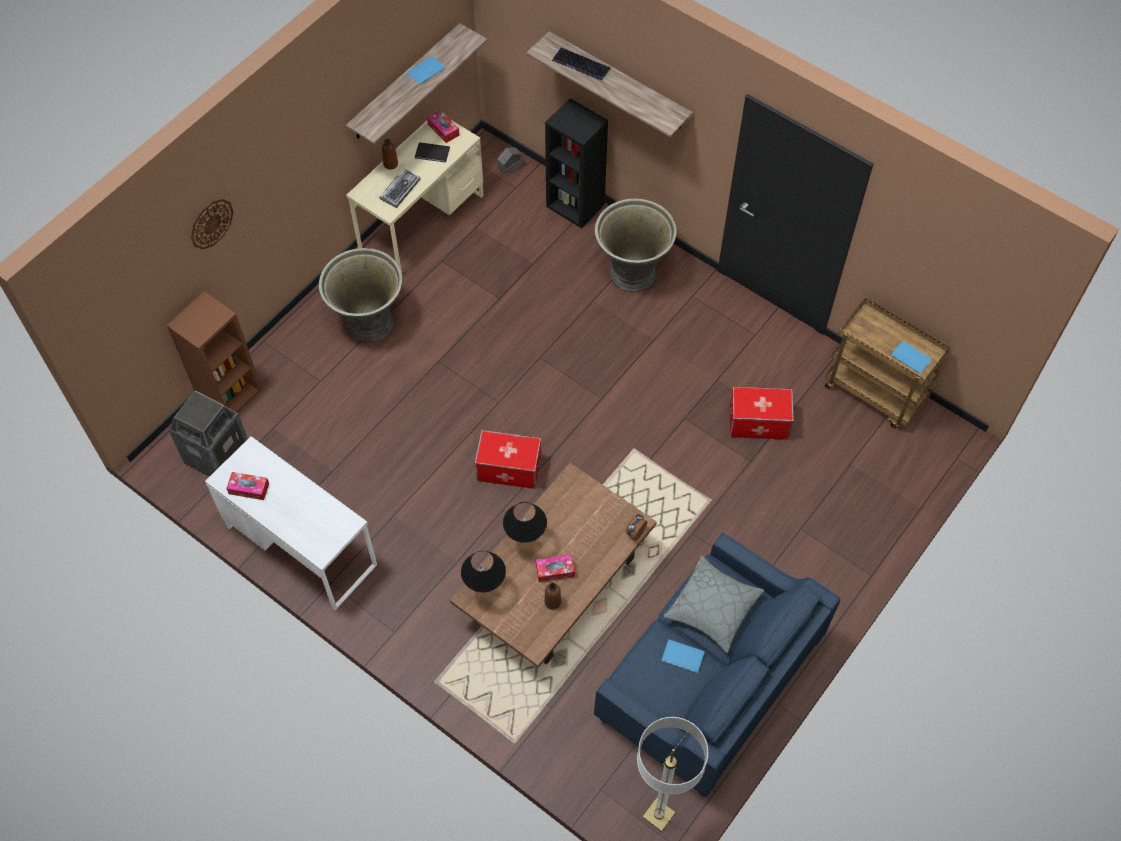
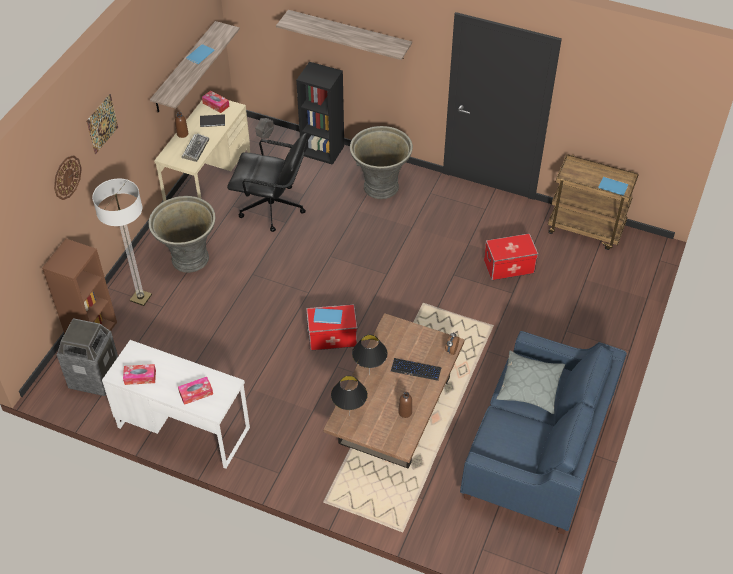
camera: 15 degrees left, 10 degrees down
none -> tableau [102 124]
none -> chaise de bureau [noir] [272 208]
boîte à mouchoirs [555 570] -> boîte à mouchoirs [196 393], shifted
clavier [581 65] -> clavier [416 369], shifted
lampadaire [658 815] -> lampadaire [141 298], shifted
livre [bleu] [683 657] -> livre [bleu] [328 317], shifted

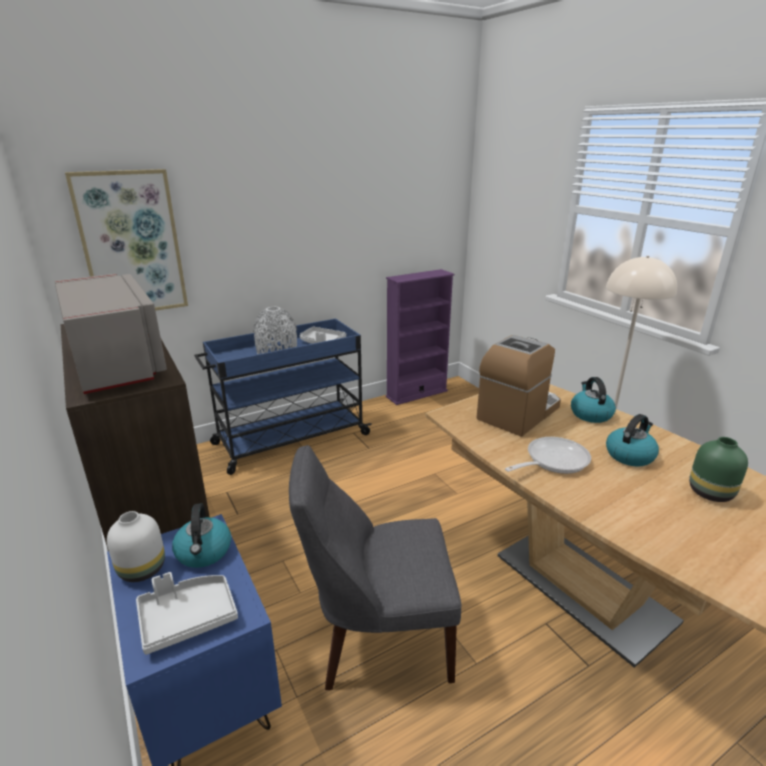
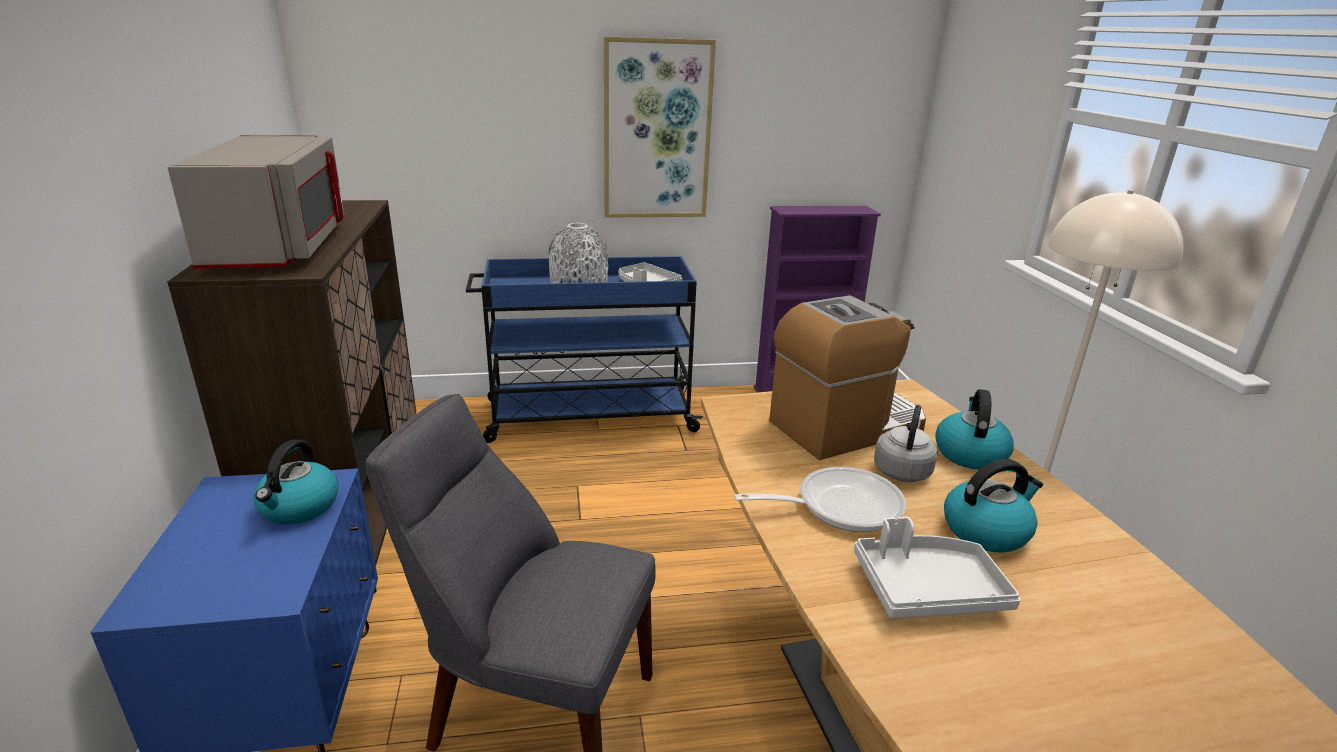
camera: 20 degrees right, 0 degrees up
vase [blanc] [143 569] -> none
vase [vert] [709 492] -> none
none -> bouilloire [gris] [902 470]
tableau [131 244] -> tableau [657 131], shifted
plateau [gris] [187 618] -> plateau [gris] [927 589], shifted

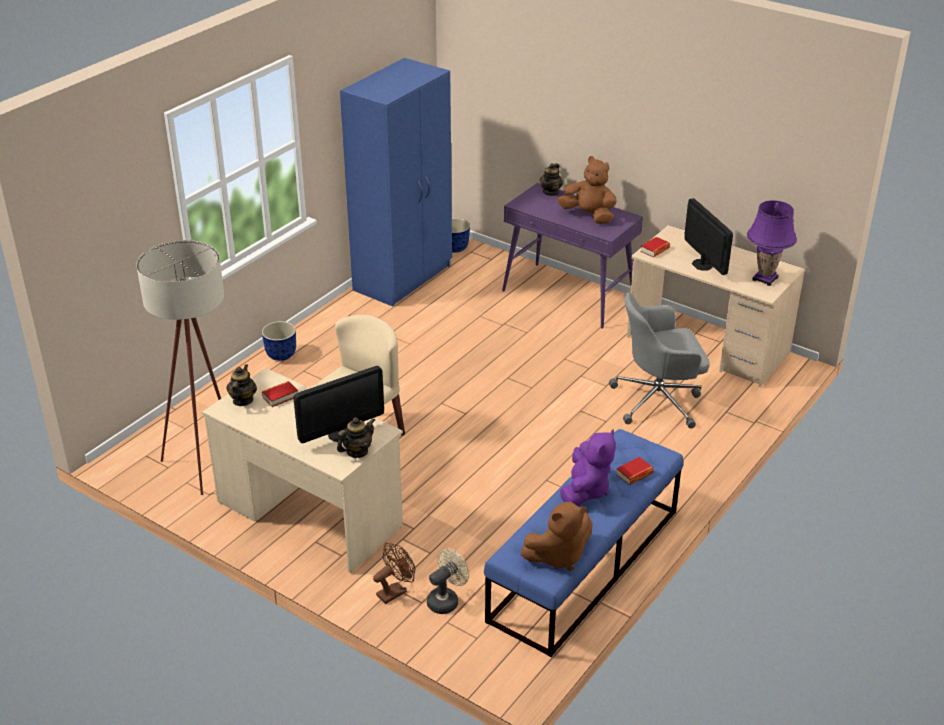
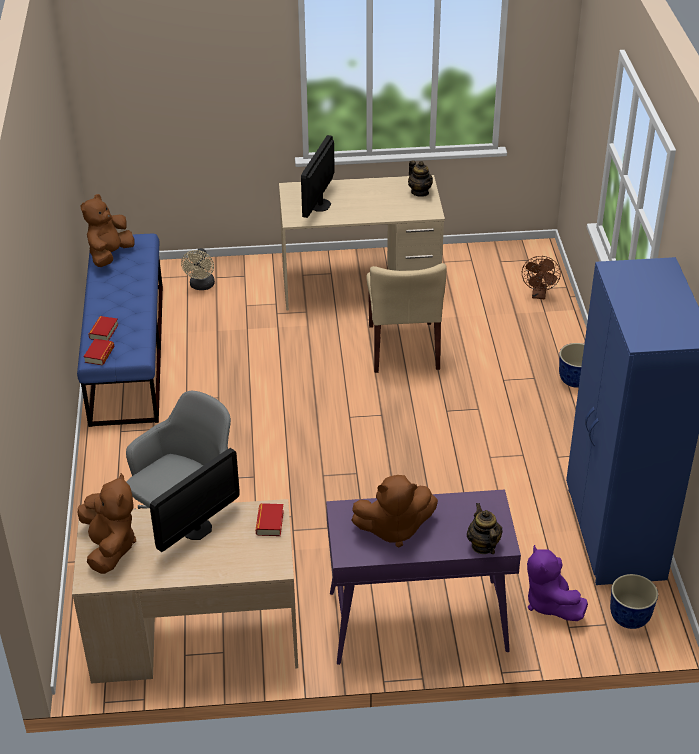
camera: 140 degrees right, 5 degrees up
lampadaire [beige] [208 463] -> none
théière [357 452] -> none
livre [280 396] -> livre [99 355], shifted
ventilateur [marron] [395 591] -> ventilateur [marron] [539 295], shifted
peluche [violet] [585 490] -> peluche [violet] [549 602], shifted
lampe de table [violet] [765 278] -> peluche [marron] [110 547]
écran d'ordinateur [702 265] -> écran d'ordinateur [197 529], 75 degrees counterclockwise

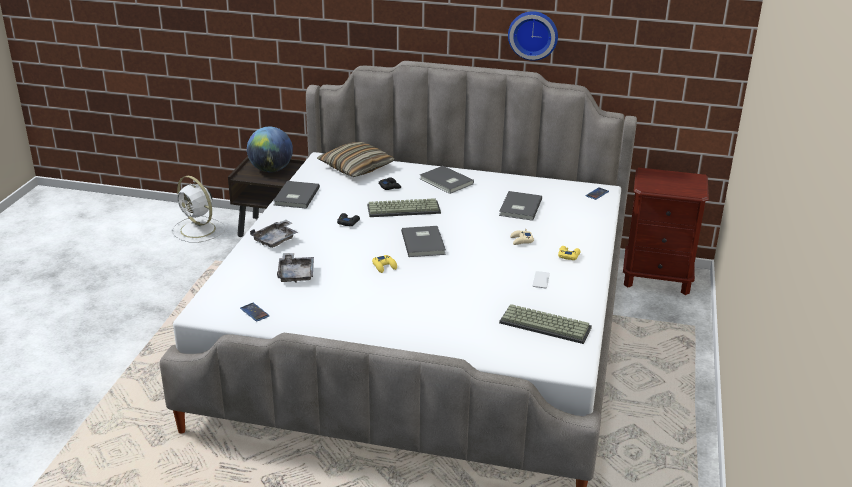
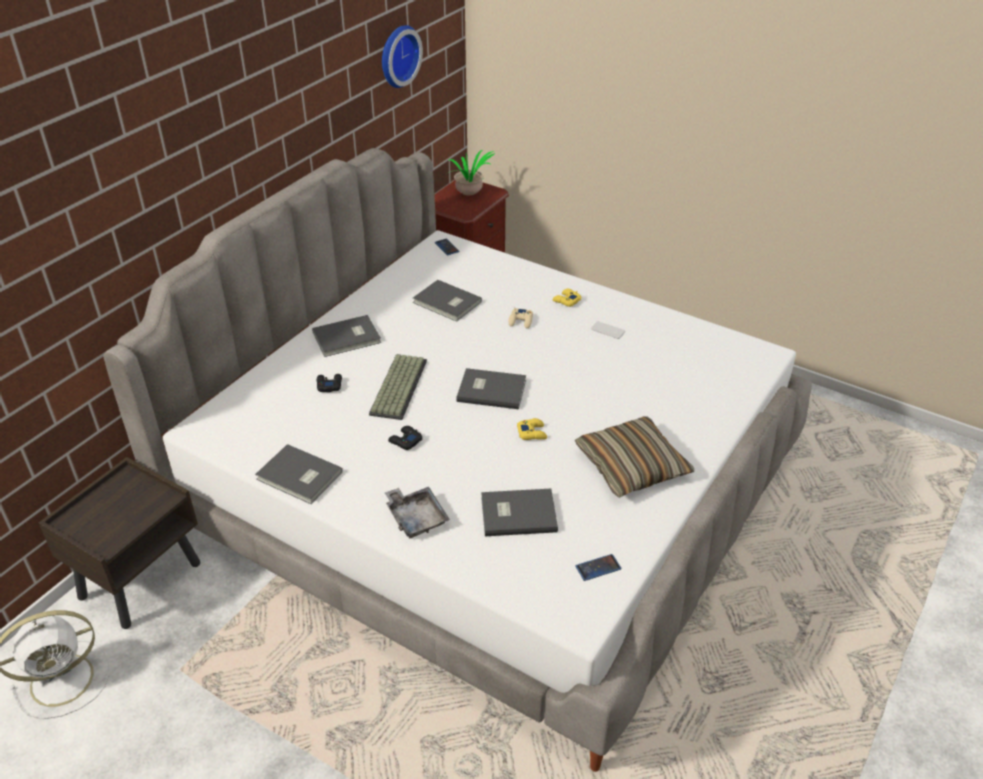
camera: 70 degrees left, 10 degrees up
globe [271 170] -> none
clavier [546 324] -> none
none -> plante en pot [471 195]
coussin [356 167] -> coussin [631 466], shifted
horloge murale [533 34] -> horloge murale [397 55], shifted
plateau [gris] [296 274] -> livre [gris] [517 513]

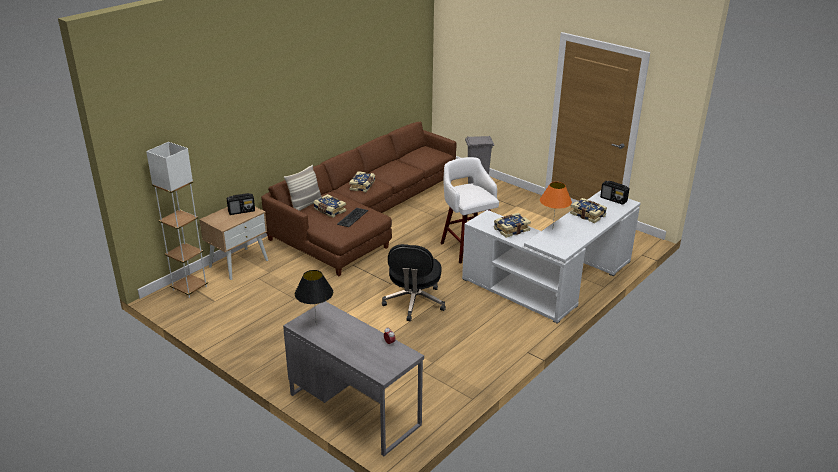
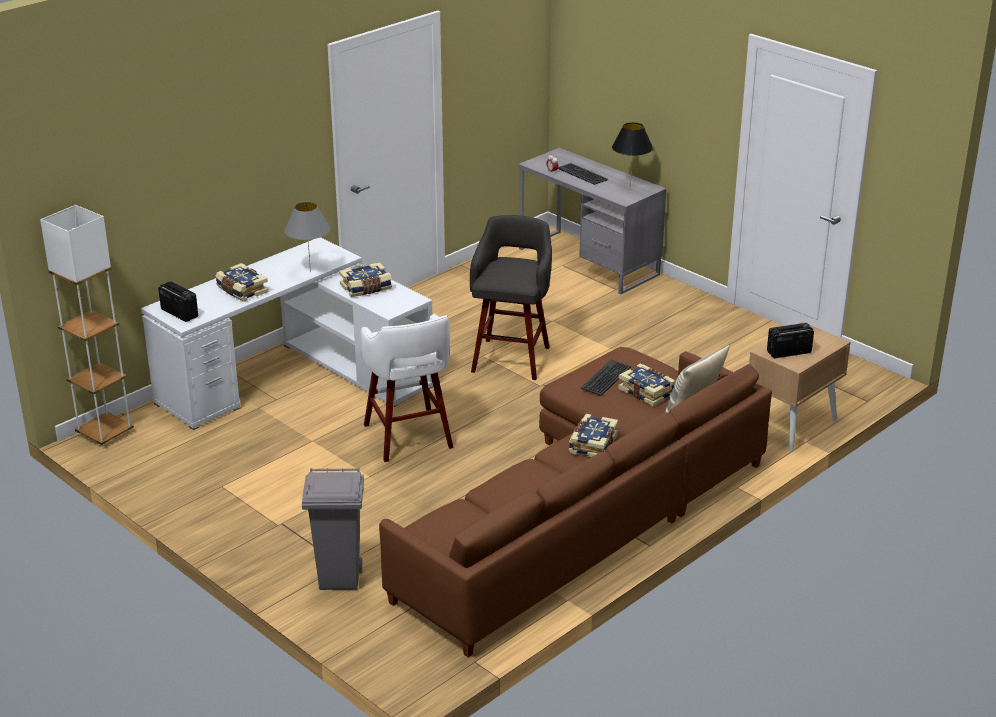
camera: 175 degrees left, 0 degrees up
none -> clavier [582 174]
lampadaire [blanc] [190 288] -> lampadaire [blanc] [105 434], shifted
chaise de bureau [noir] [414 303] -> tabouret [gris] [511 358]
lampe de table [orange] [552 229] -> lampe de table [gris] [310 272]

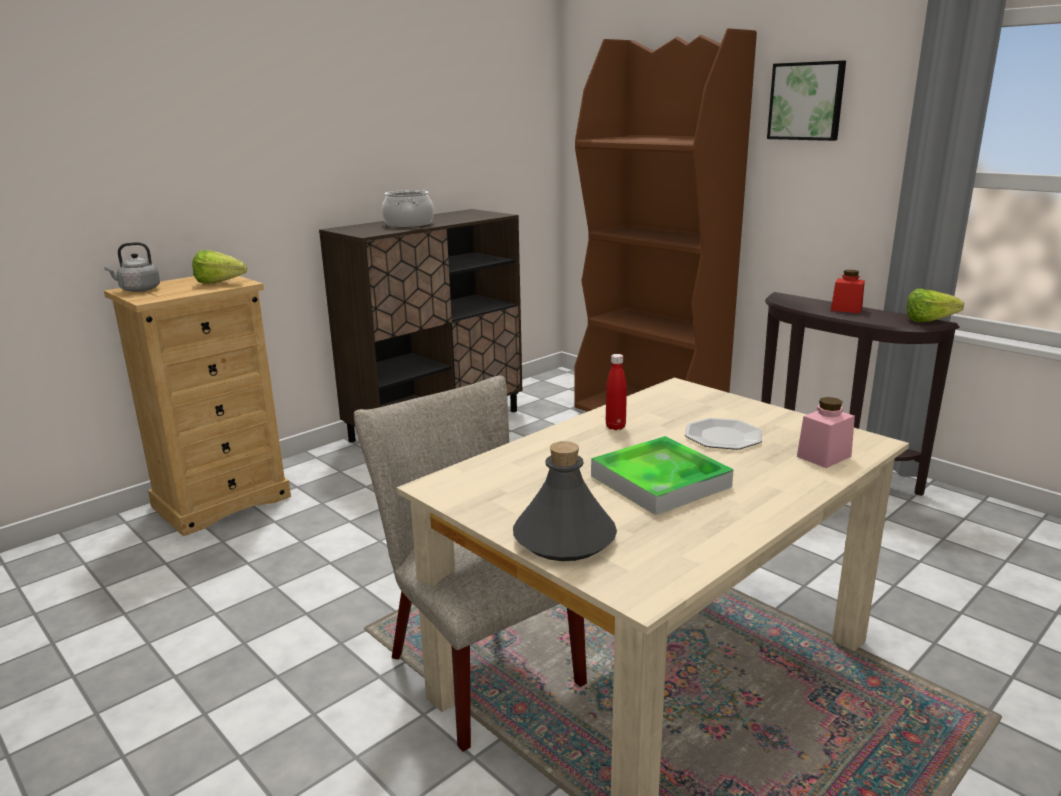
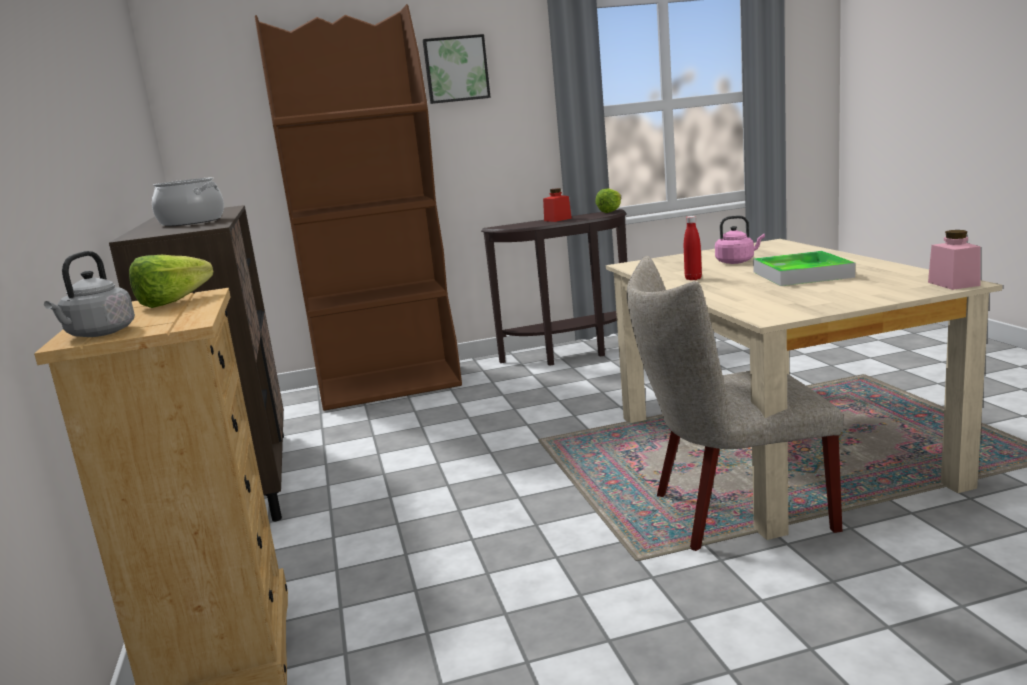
camera: 60 degrees left, 5 degrees down
bouteille [gris] [565 539] -> none
bocal [rose] [824 456] -> bocal [rose] [953 284], shifted
assiette [723 436] -> bouilloire [rose] [737 261]

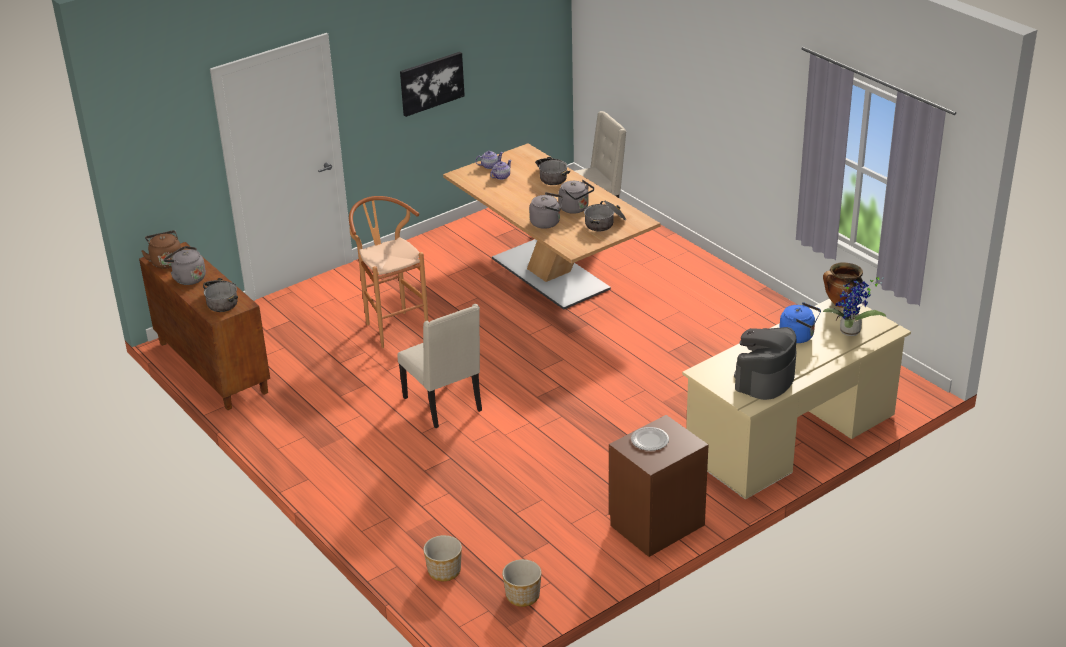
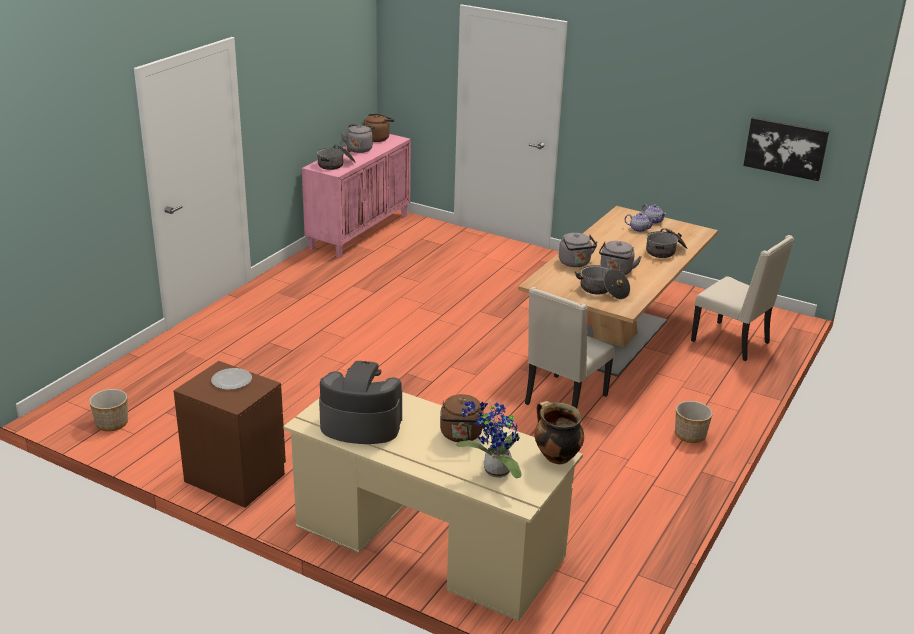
camera: 65 degrees right, 5 degrees down
tabouret [marron] [393 326] -> none
chaise [beige] [444 405] -> chaise [beige] [564 400], shifted
tableau [431 83] -> tableau [785 148], shifted
cache-pot [444 571] -> cache-pot [689 435], shifted
meuble de rangement [marron] [211 367] -> meuble de rangement [rose] [359 231]
bouilloire [bleu] [799 336] -> bouilloire [marron] [462 435]

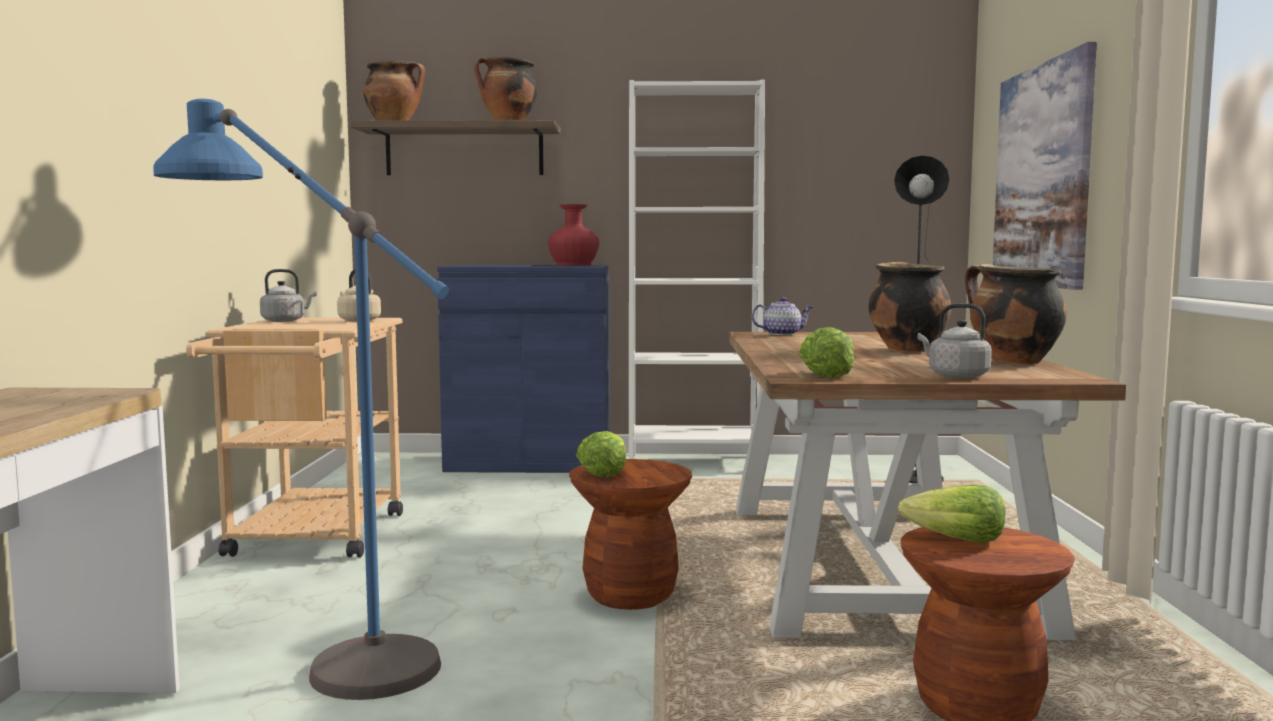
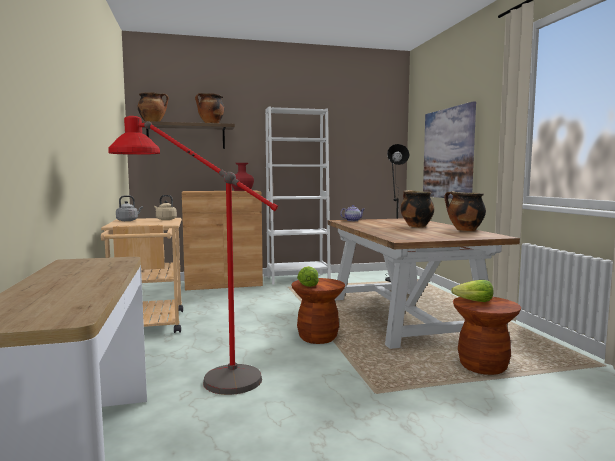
camera: 15 degrees left, 0 degrees up
laitue [825 375] -> none
bouilloire [gris] [955 376] -> none
lampadaire [bleu] [314 649] -> lampadaire [rouge] [196 375]
meuble de rangement [bleu] [529 463] -> meuble de rangement [marron] [223 283]

